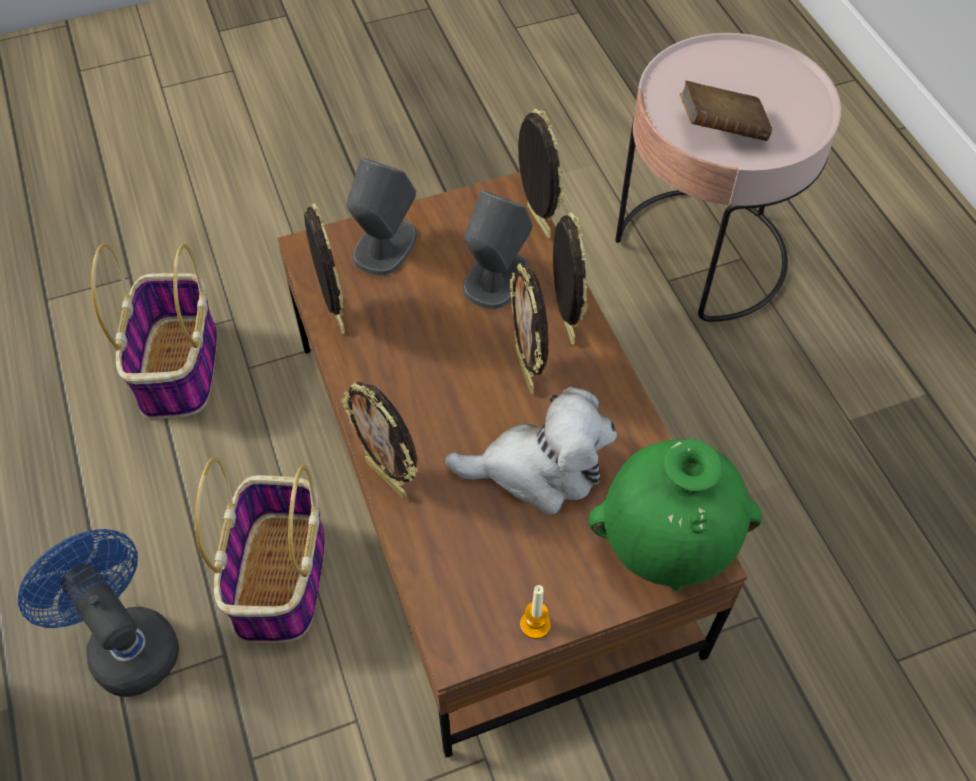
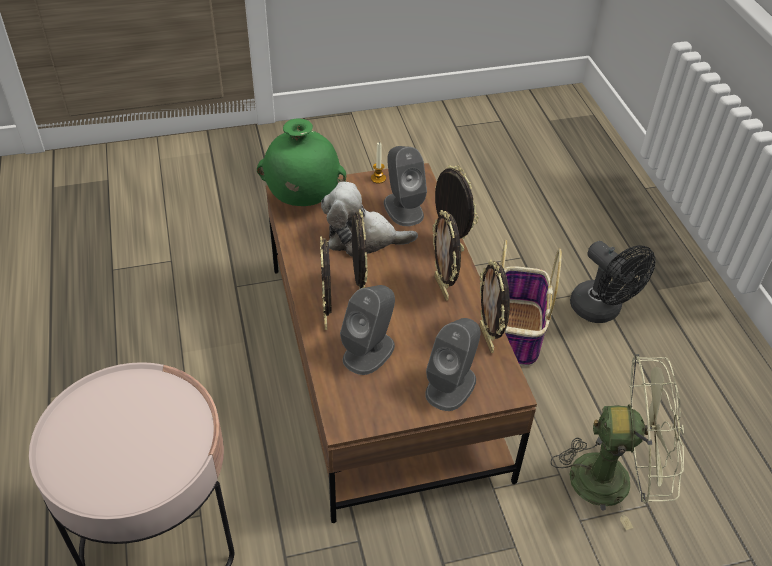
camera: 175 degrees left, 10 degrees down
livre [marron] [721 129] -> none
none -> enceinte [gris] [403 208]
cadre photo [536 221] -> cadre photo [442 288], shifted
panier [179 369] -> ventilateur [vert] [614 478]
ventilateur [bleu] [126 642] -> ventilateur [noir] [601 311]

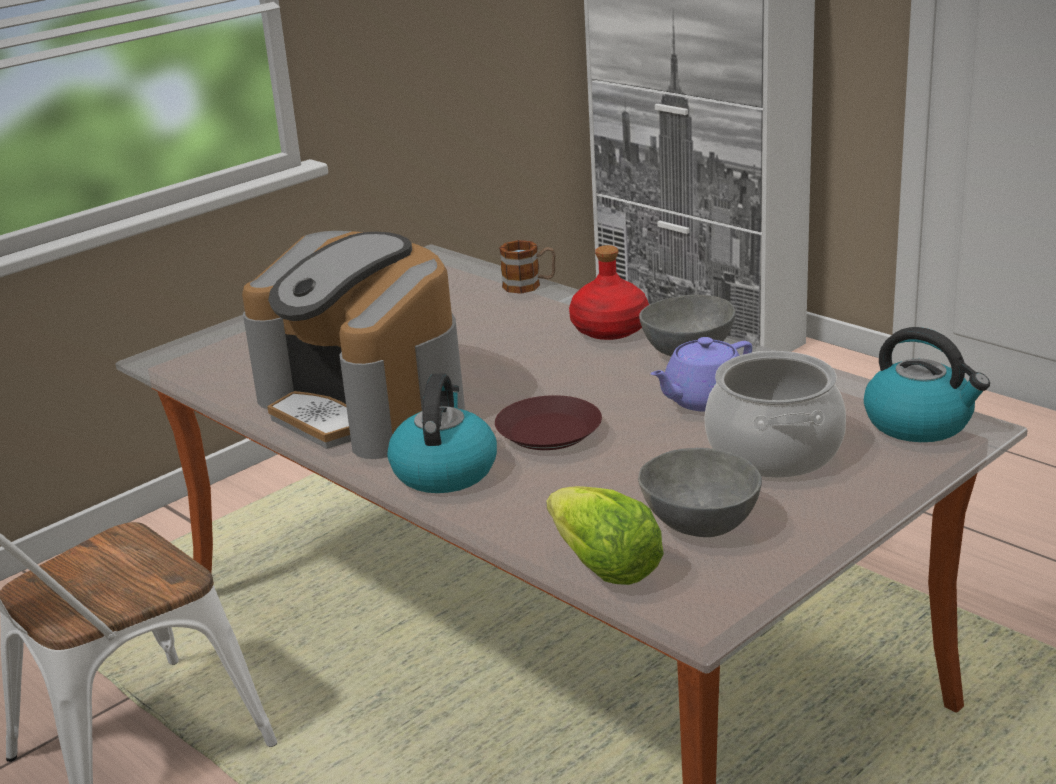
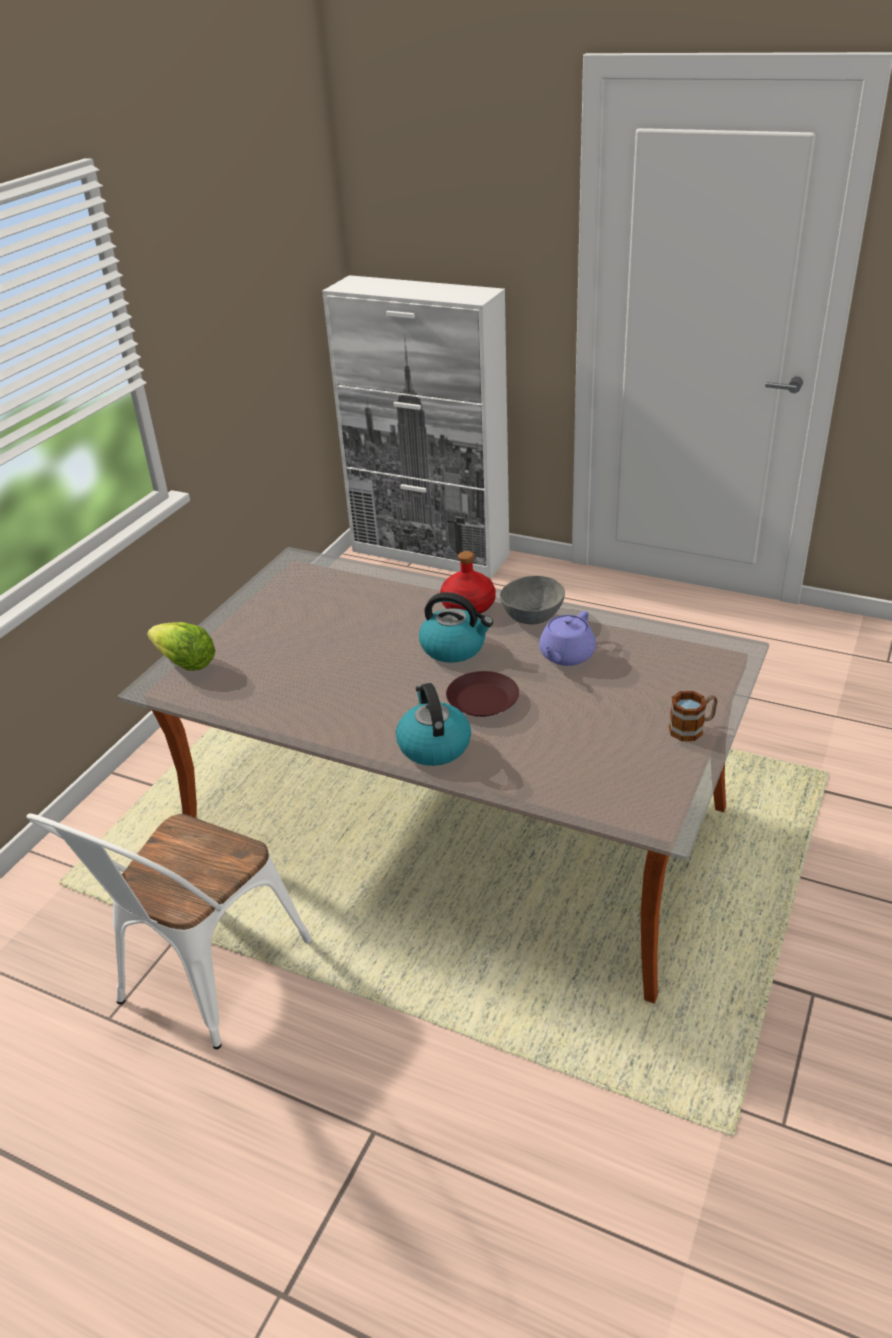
camera: 20 degrees left, 10 degrees up
machine à café [365 406] -> none
bol [gris] [699 523] -> none
marmite [773 451] -> none
mug [529 285] -> mug [692 728], shifted
laitue [604 568] -> laitue [185 663], shifted
bouilloire [920 423] -> bouilloire [454 648], shifted

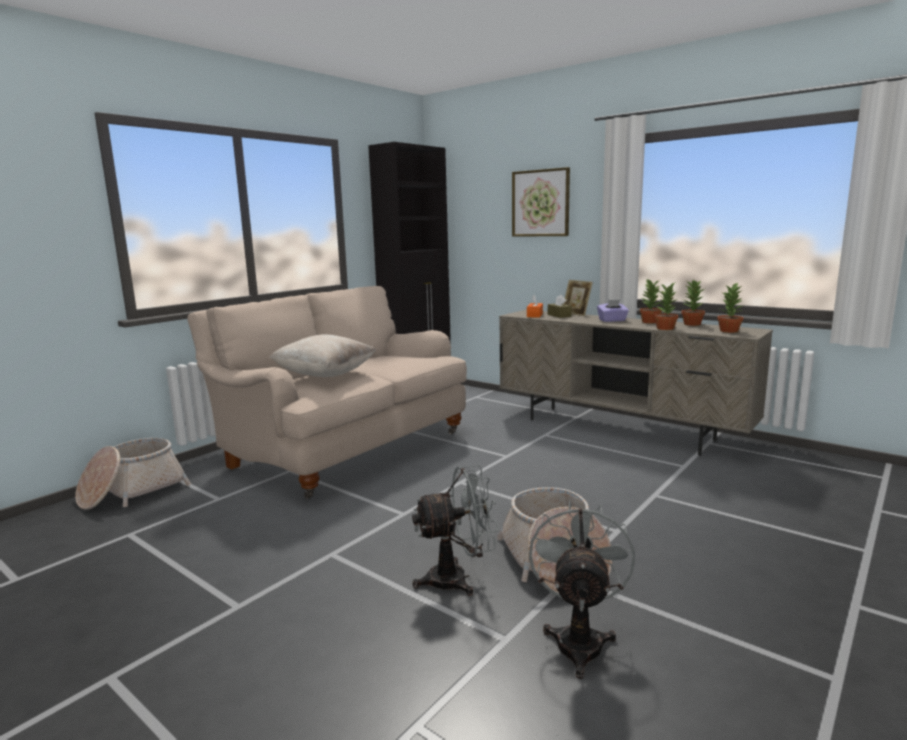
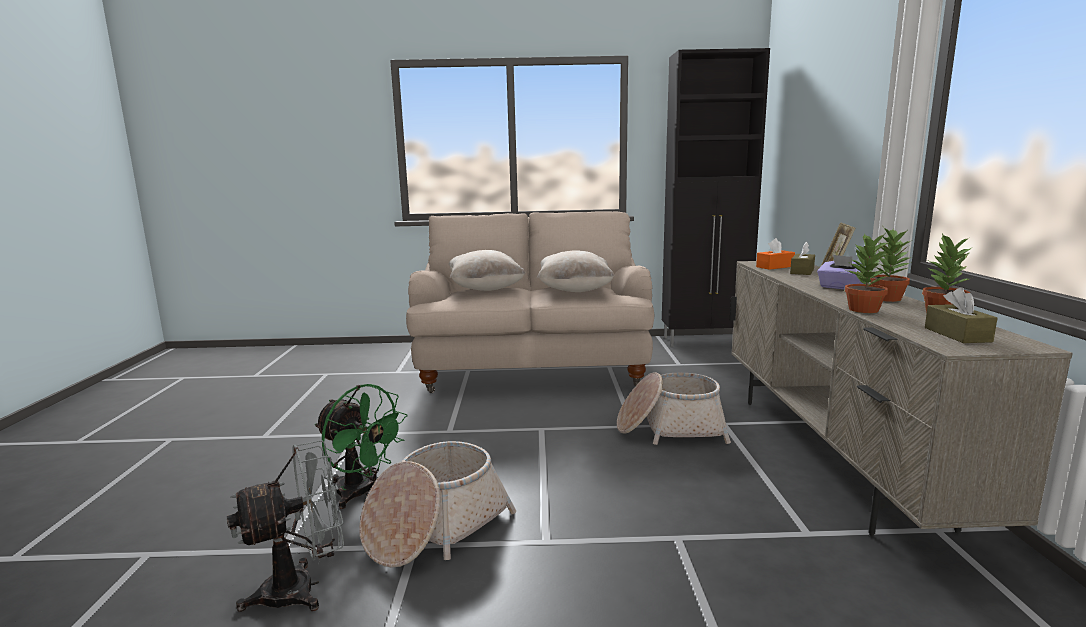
camera: 50 degrees right, 0 degrees up
tableau [540 203] -> none
none -> coussin [beige] [574 290]
panier [132 491] -> panier [670 428], shifted
plante en pot [729 331] -> boîte à mouchoirs [marron] [957 334]
ventilateur [gris] [457 579] -> ventilateur [vert] [362 493]

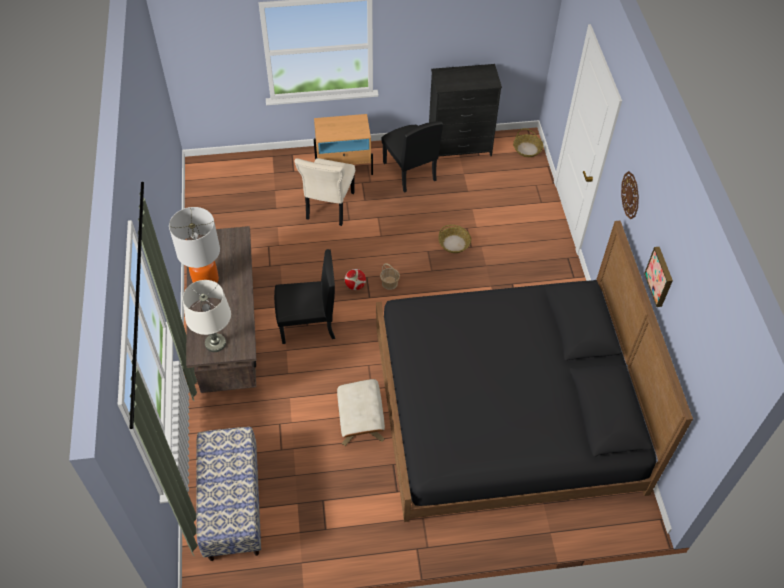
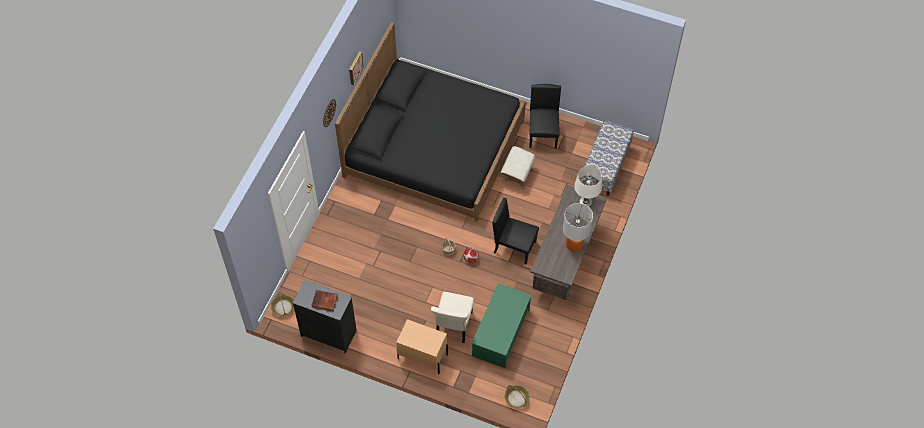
camera: 150 degrees left, 5 degrees up
none -> livre [324 301]
none -> table basse [vert] [500 333]
chaise [noir] [409 171] -> chaise [noir] [543 134], shifted
panier [454 243] -> panier [517 398], shifted
chaise [beige] [329 207] -> chaise [beige] [453 326], 150 degrees clockwise

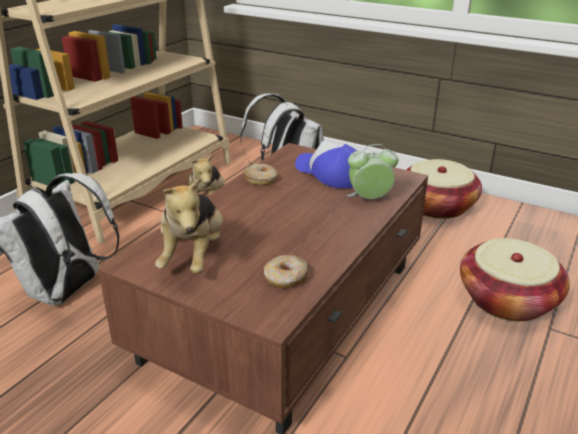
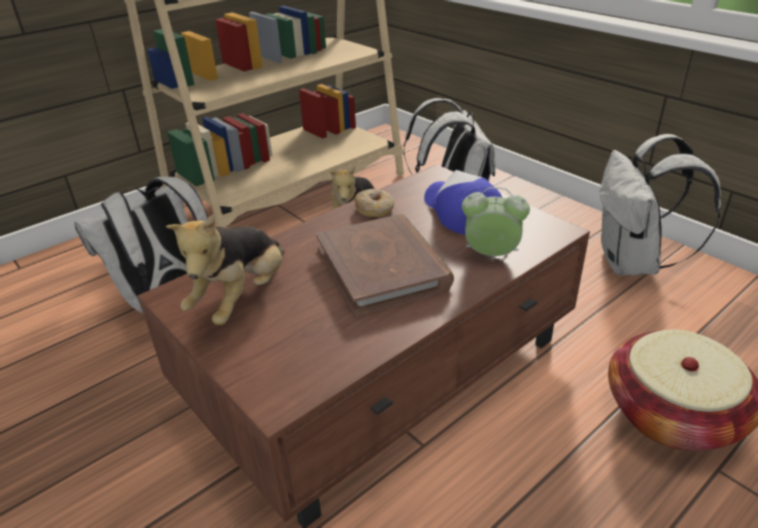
camera: 20 degrees right, 5 degrees up
beignet [286 278] -> none
none -> livre [marron] [383 267]
panier [437 206] -> sac à dos [blanc] [632 264]

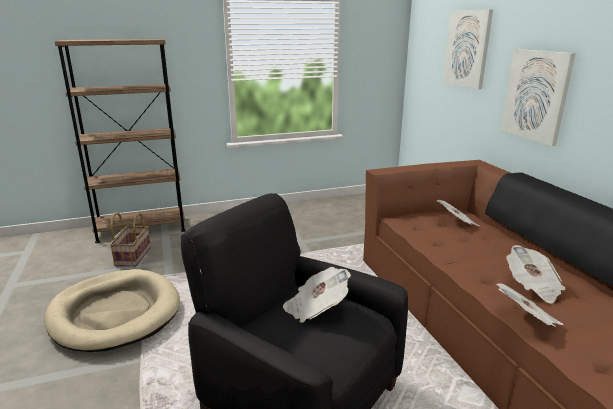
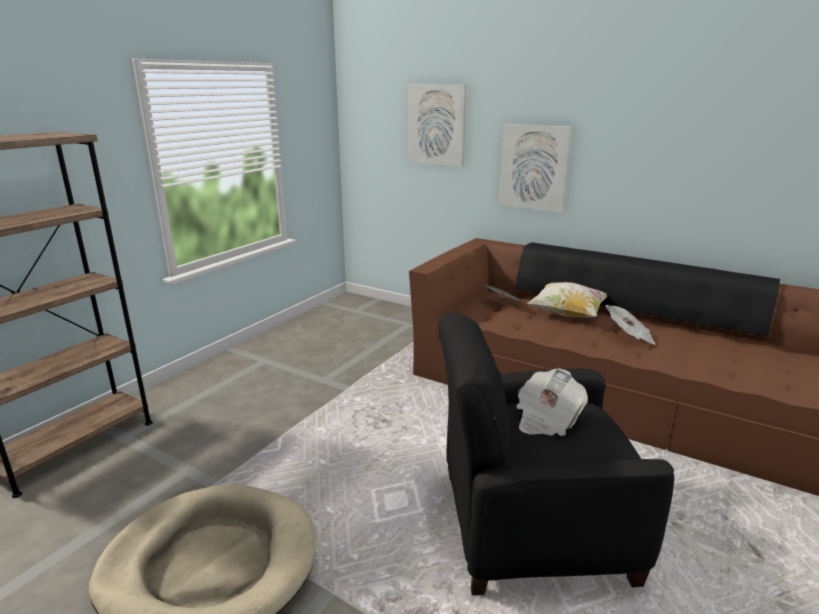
camera: 40 degrees left, 0 degrees up
panier [132 256] -> none
journal [526 320] -> none
none -> coussin [567 315]

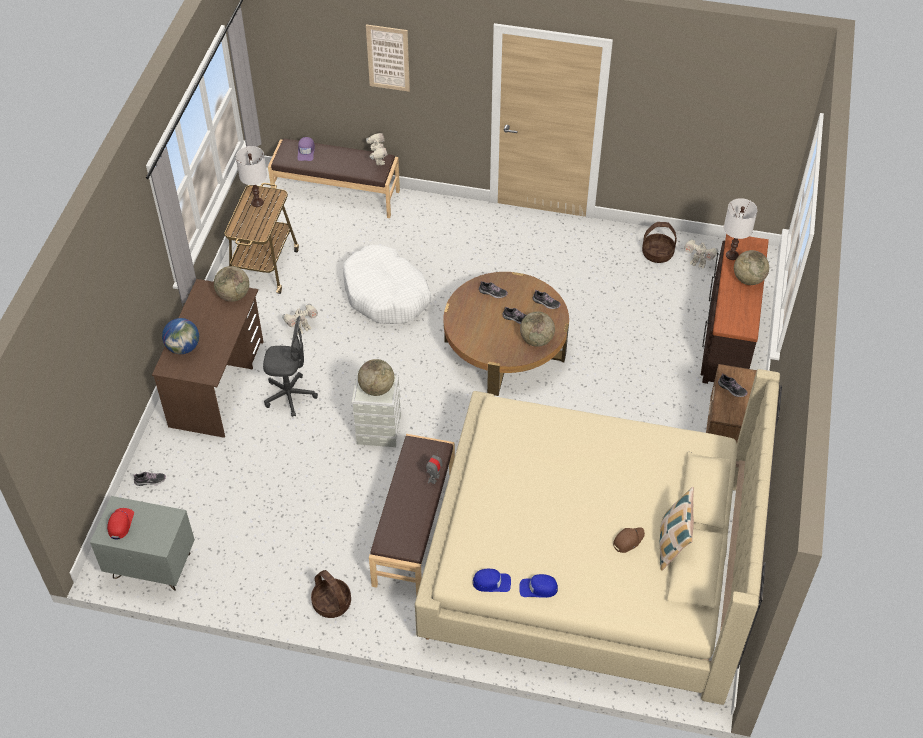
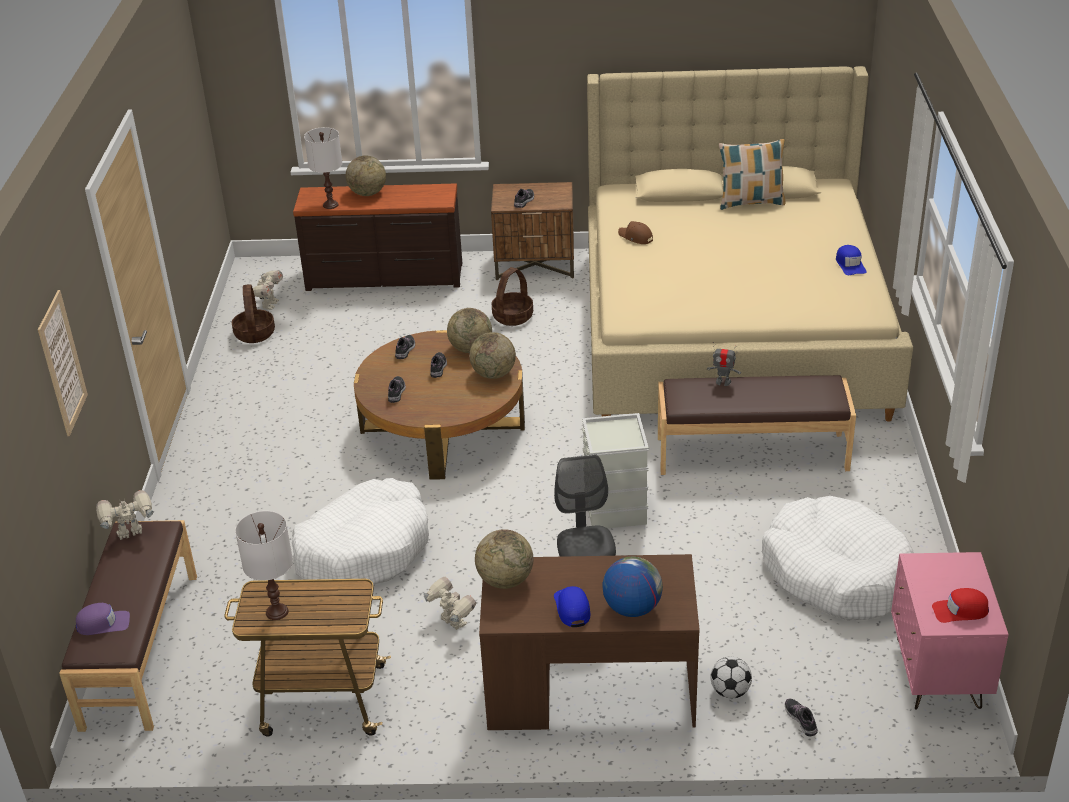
camera: 100 degrees left, 15 degrees down
none -> ballon de foot [730 691]
none -> panier pour chien [blanc] [836 572]
panier [331 603] -> panier [513 317], shifted
globe [376 388] -> globe [493 374], shifted
casquette [bleu] [491 582] -> casquette [bleu] [572 608], shifted
casquette [marron] [628 540] -> casquette [marron] [635 237], shifted
table de chevet [gris] [152 566] -> table de chevet [rose] [938 674]

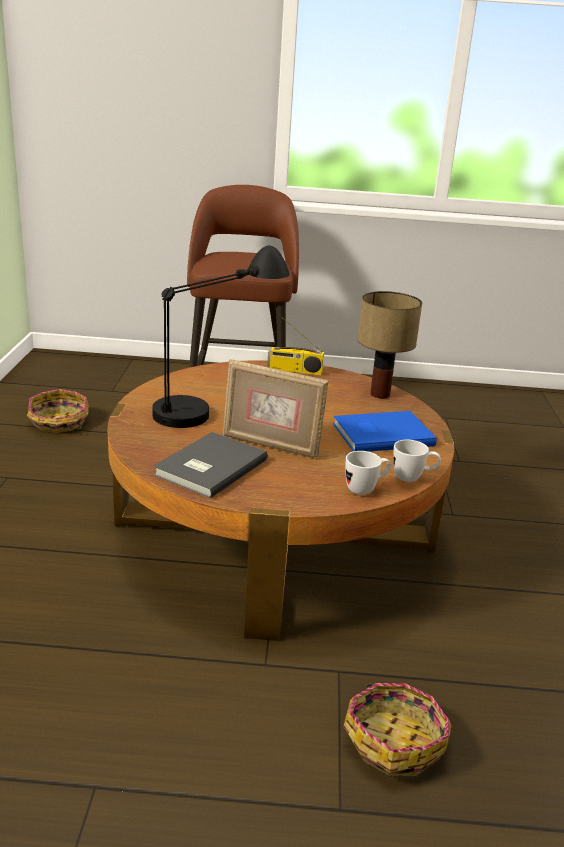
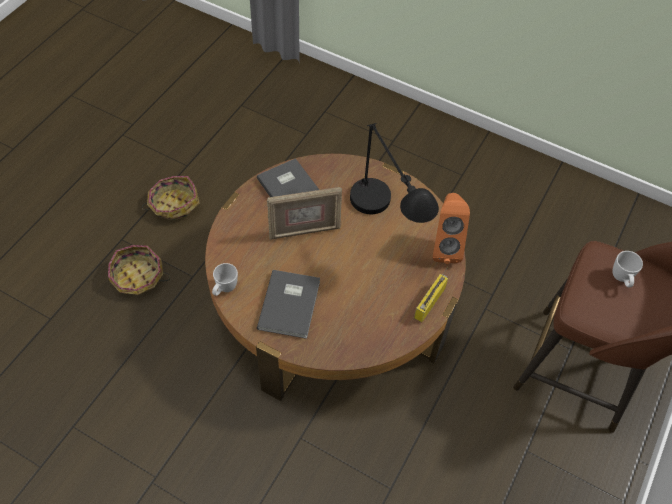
camera: 115 degrees right, 30 degrees up
lampe de table [381 394] -> none
none -> enceinte [orange] [445 247]
panier [59 423] -> panier [173 204], shifted
mug [blanc] [366 489] -> mug [blanc] [621 279], shifted
livre [bleu] [380 434] -> livre [gris] [291 304]
cadre photo [271 445] -> cadre photo [304 231], 150 degrees counterclockwise

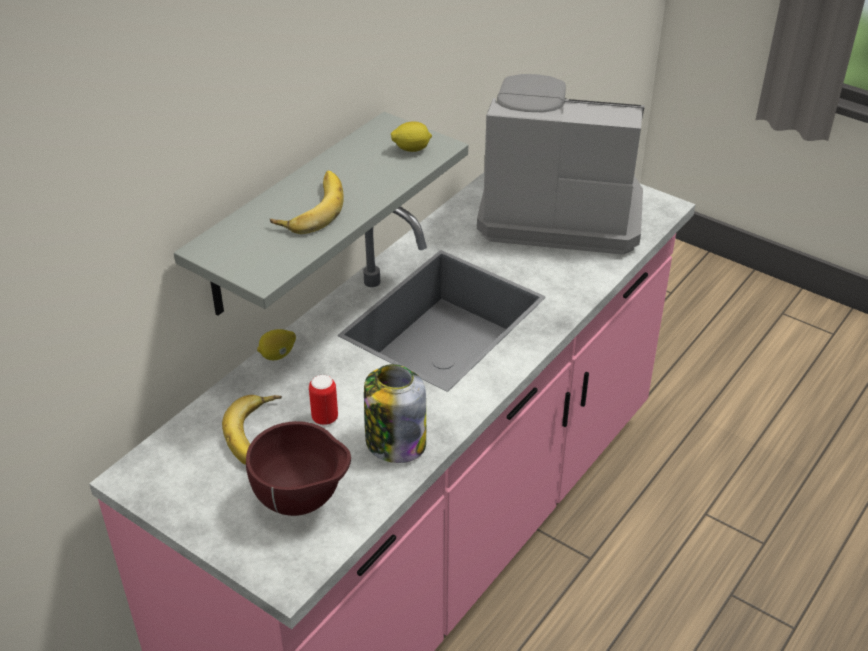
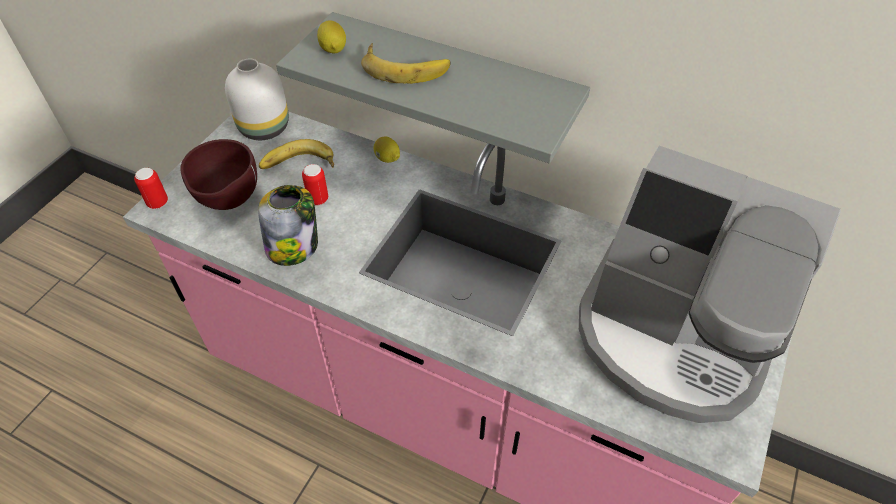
camera: 80 degrees right, 10 degrees up
none -> boîte métallique [158 203]
none -> vase [blanc] [263 127]
citron [411 149] -> citron [333 48], shifted
machine à café [558 210] -> machine à café [673 334], 120 degrees clockwise

